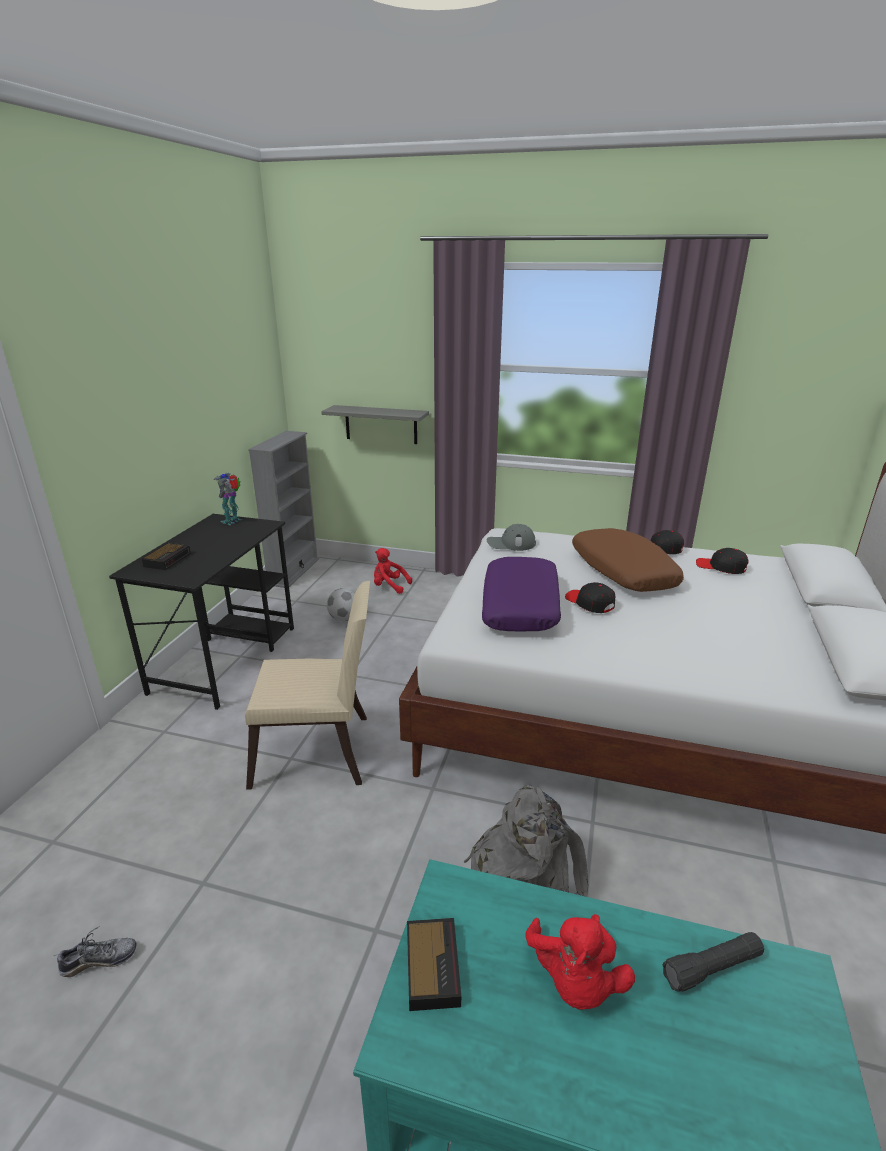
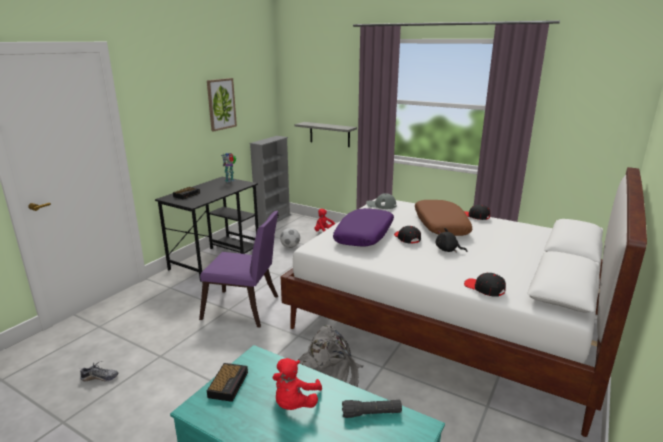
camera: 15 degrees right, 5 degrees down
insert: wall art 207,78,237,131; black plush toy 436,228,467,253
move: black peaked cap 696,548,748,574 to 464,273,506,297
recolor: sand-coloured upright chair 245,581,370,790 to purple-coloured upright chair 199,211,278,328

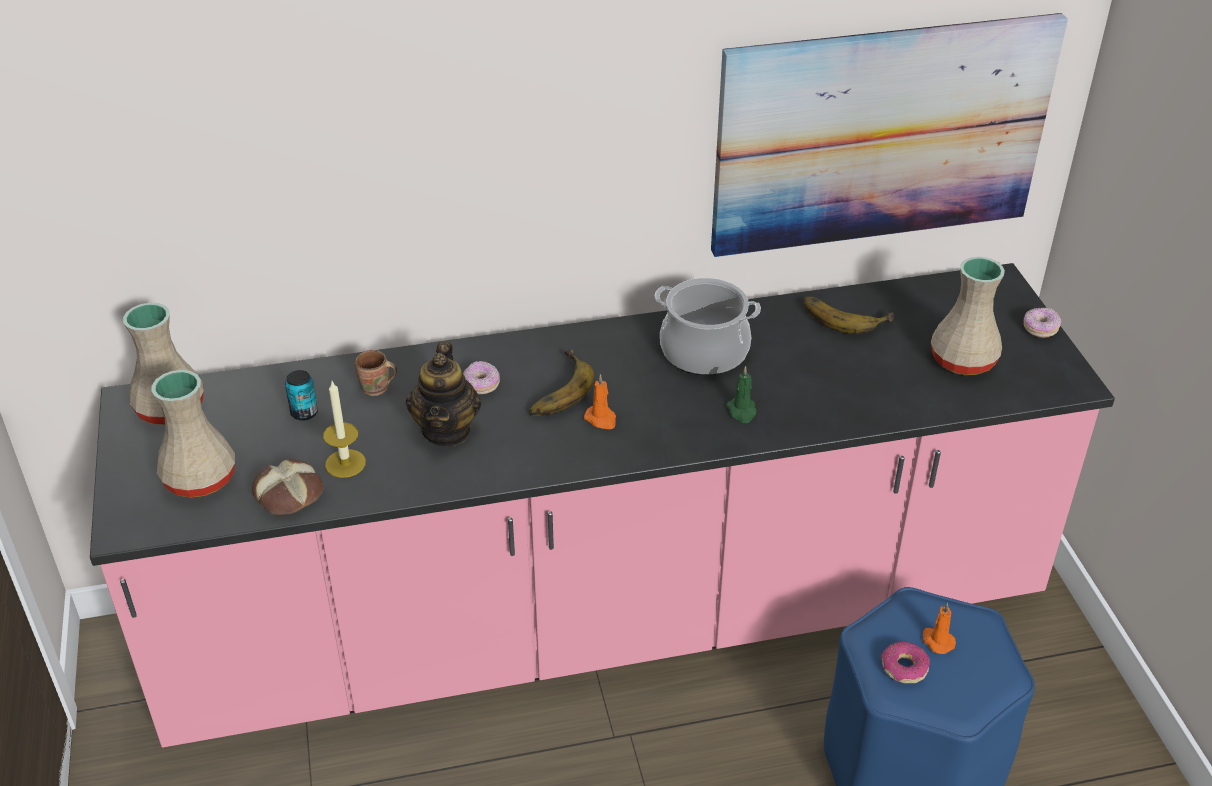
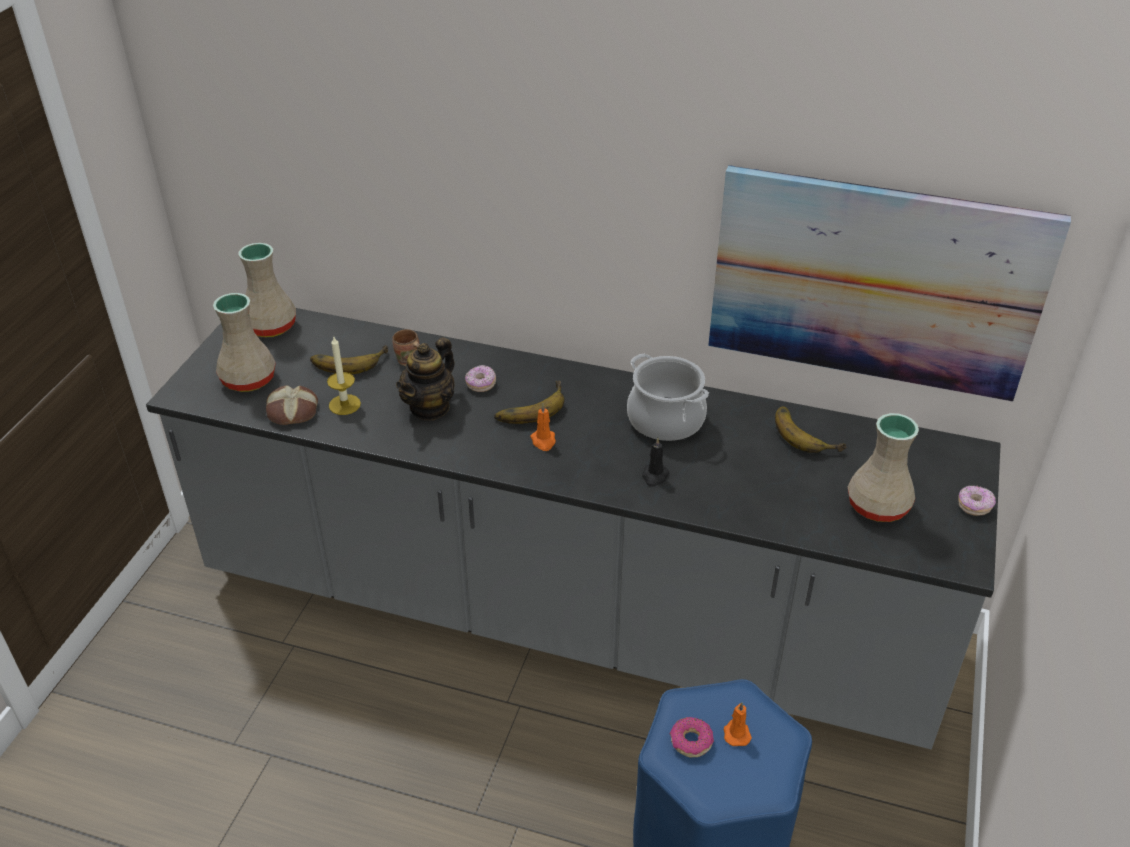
camera: 30 degrees right, 0 degrees up
replace: can 285,370,318,421 to banana 310,345,388,374
recolor: pink counter 90,263,1115,747 to greyish counter 146,308,1001,749; green-coloured wax candle 726,366,757,423 to black wax candle 642,438,669,486

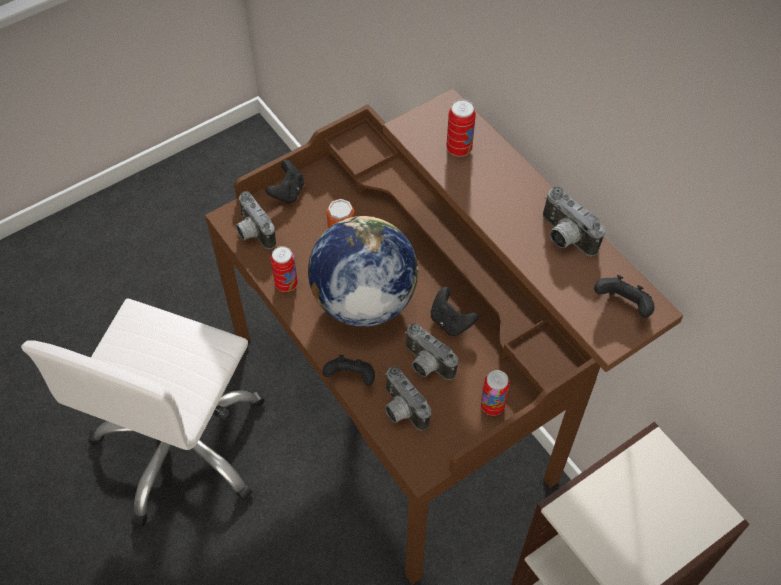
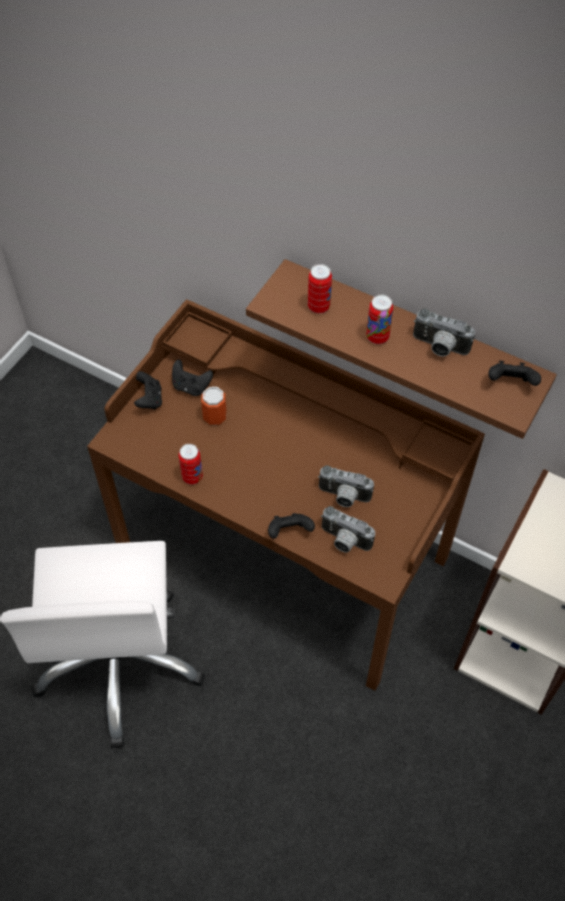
camera: 25 degrees left, 0 degrees up
delete: still camera 236,191,276,249; desk globe 308,216,418,327
move: black joypad 431,287,479,336 to 172,359,213,396; can 481,370,510,416 to 366,295,393,344

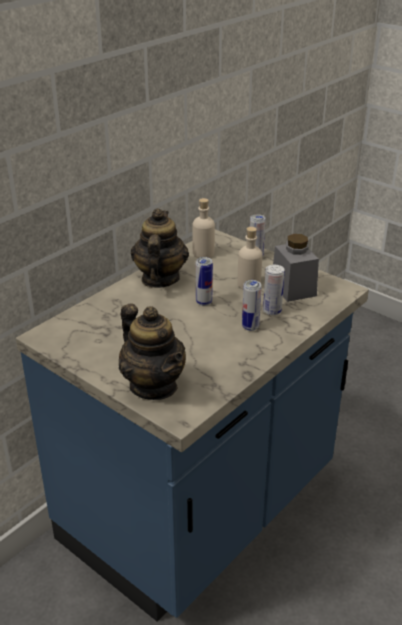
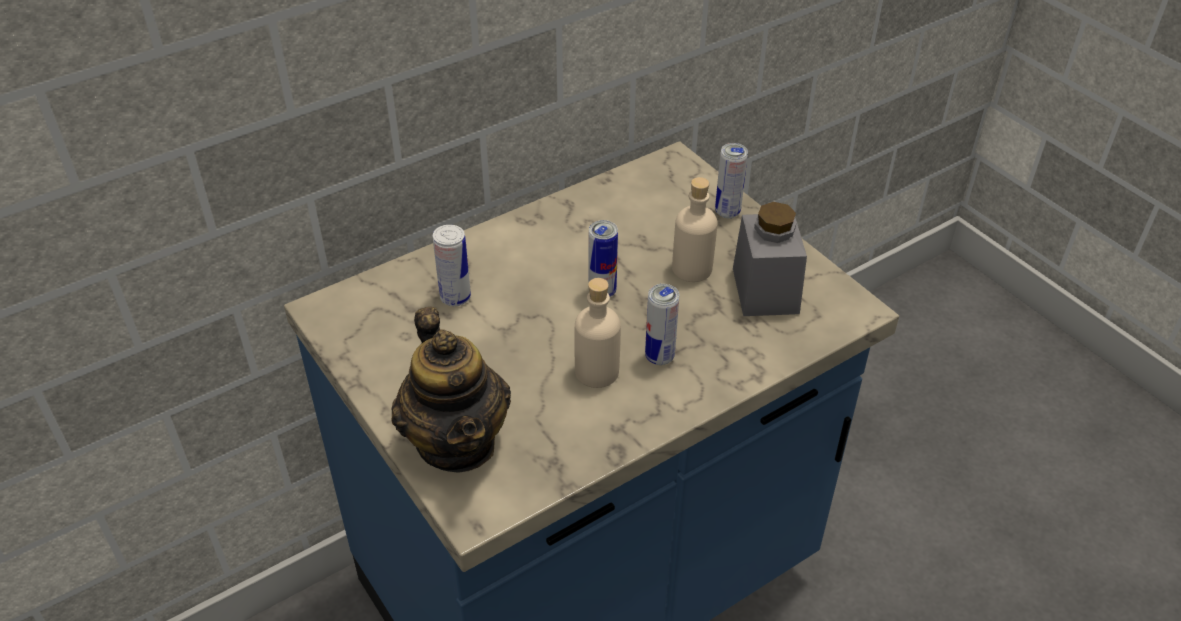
camera: 15 degrees right, 10 degrees up
delete: tea pot 131,208,189,288
move: sand-coloured bottle 192,198,215,258 to 575,278,621,388; can 263,265,285,315 to 433,225,471,306

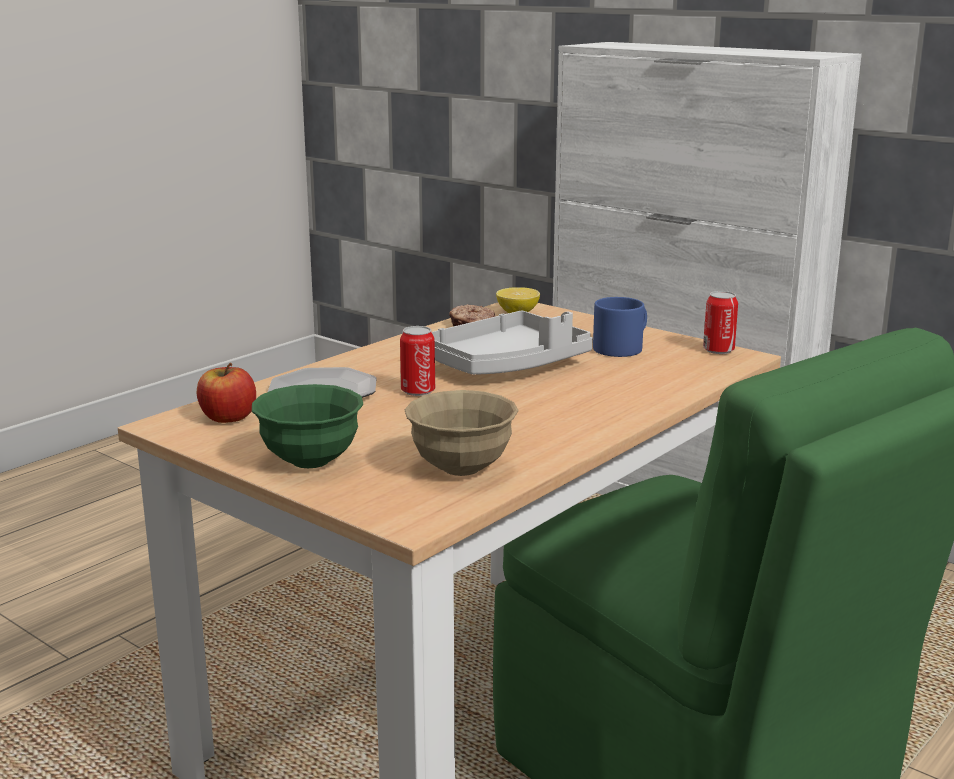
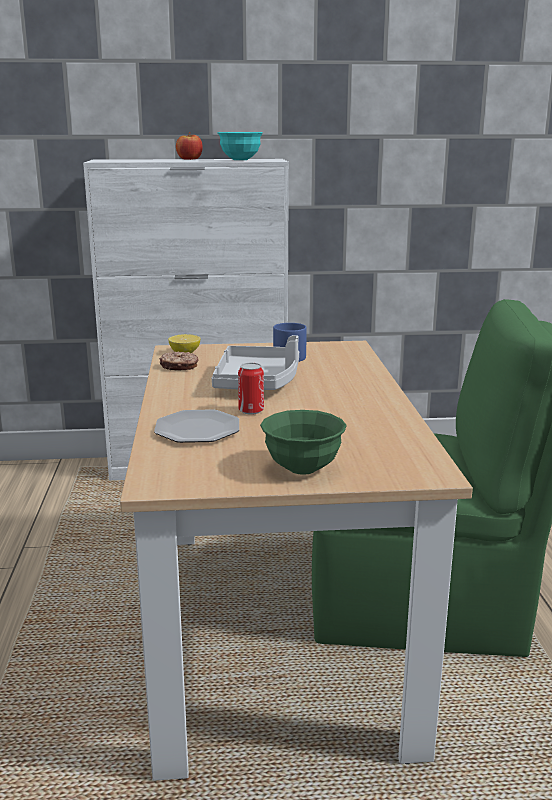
camera: 45 degrees left, 0 degrees up
delete: sand-coloured serving bowl 405,390,518,476; can 703,291,738,354
insert: blue-green serving bowl 217,132,263,160
move: apple 197,363,256,423 to 176,132,203,160

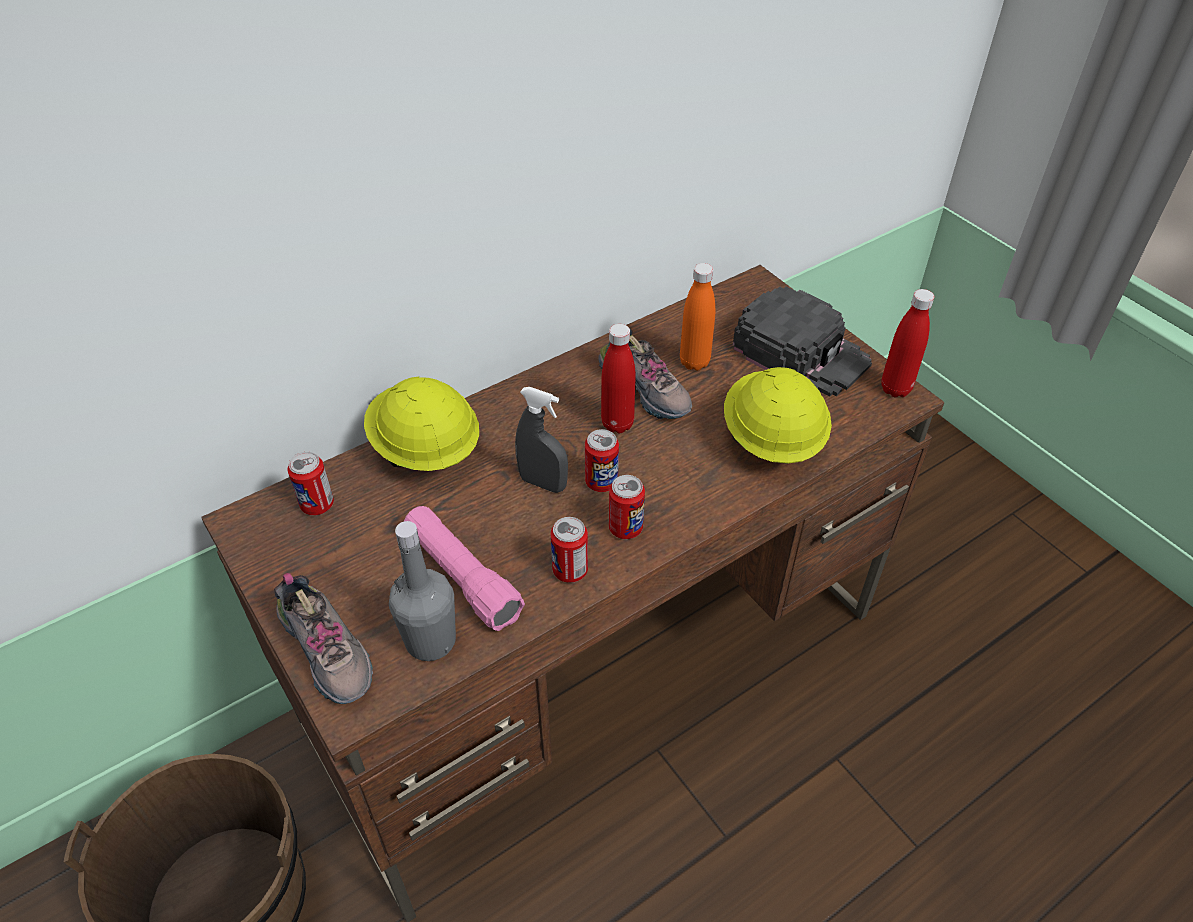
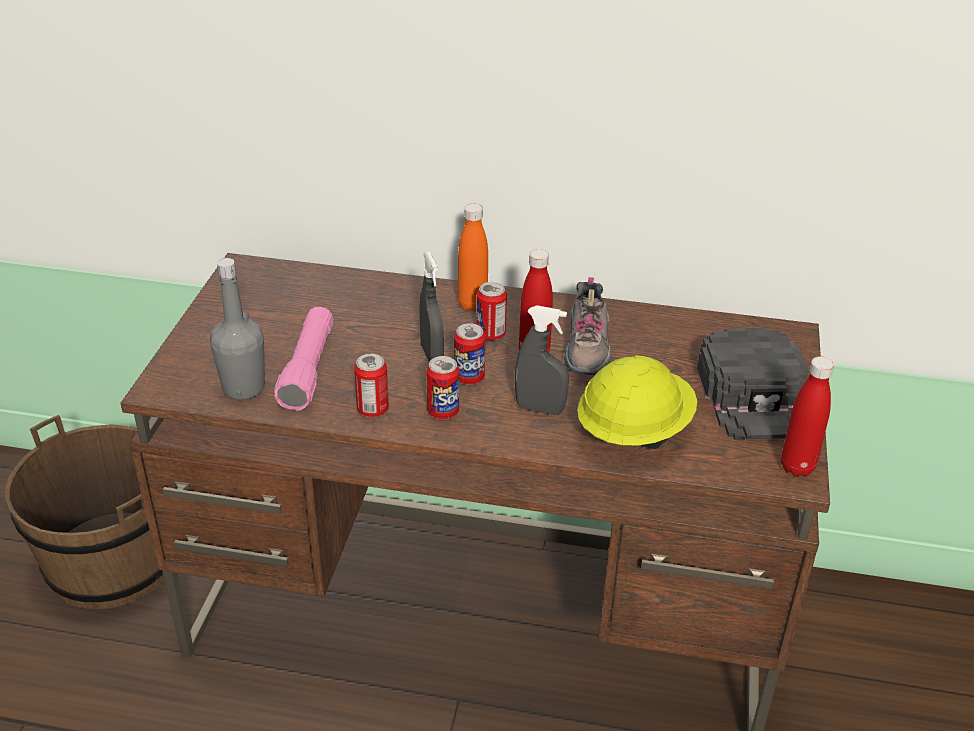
camera: 45 degrees right, 10 degrees down
delete: low shoe 274,573,373,704; yellow safety helmet 364,376,479,471
insert: greyish hand sprayer 515,305,569,415
move: can 288,452,334,515 to 476,282,507,340; orangey bottle 680,263,715,371 to 458,204,488,311

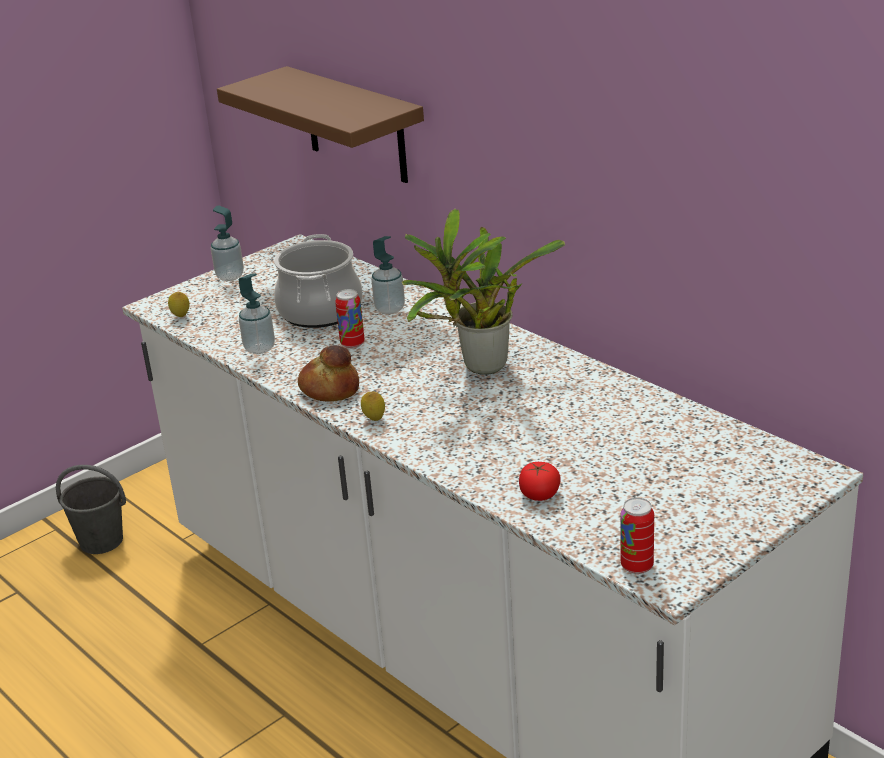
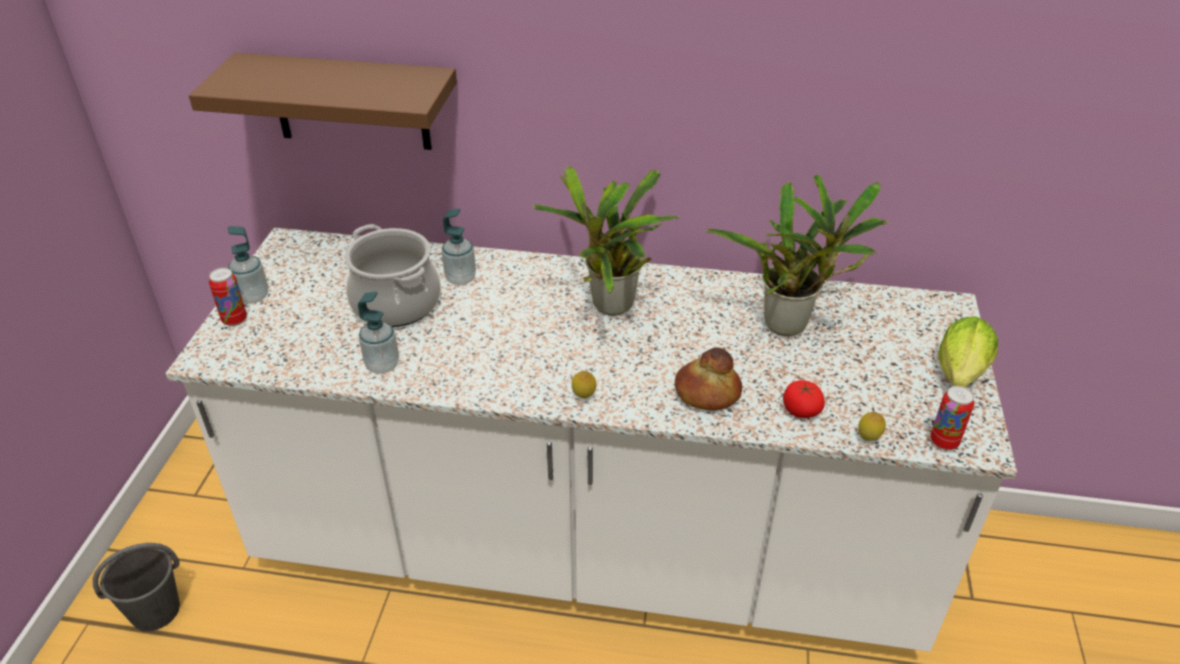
camera: 40 degrees left, 10 degrees up
insert: potted plant 705,174,888,336; lettuce 938,316,998,388
move: lemon 168,292,190,317 to 858,412,886,441; baked bread 298,345,359,402 to 675,347,742,411; can 335,289,365,349 to 209,268,247,326

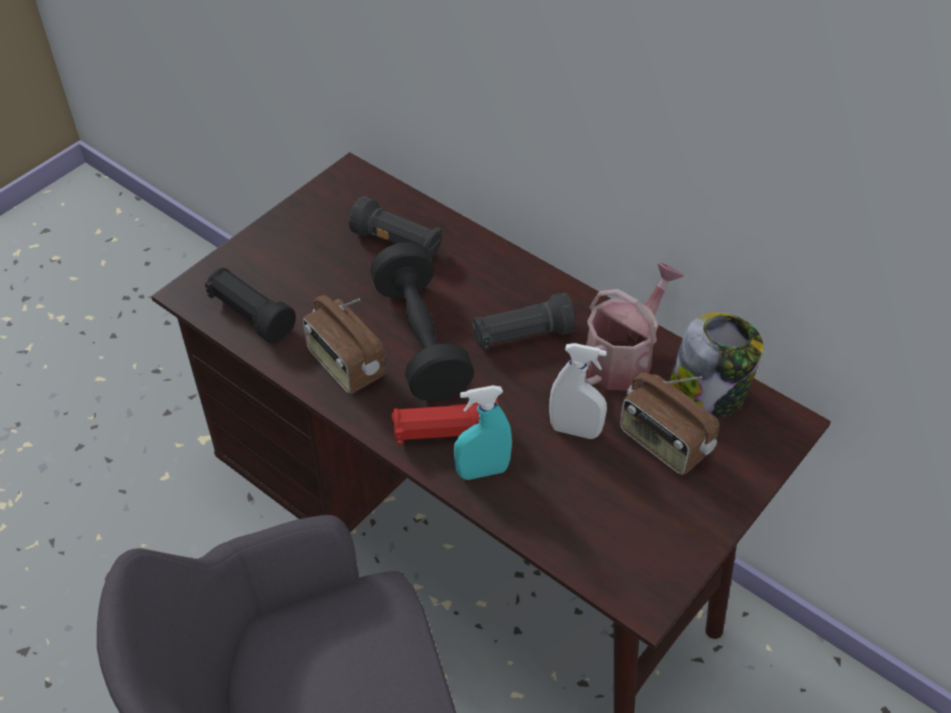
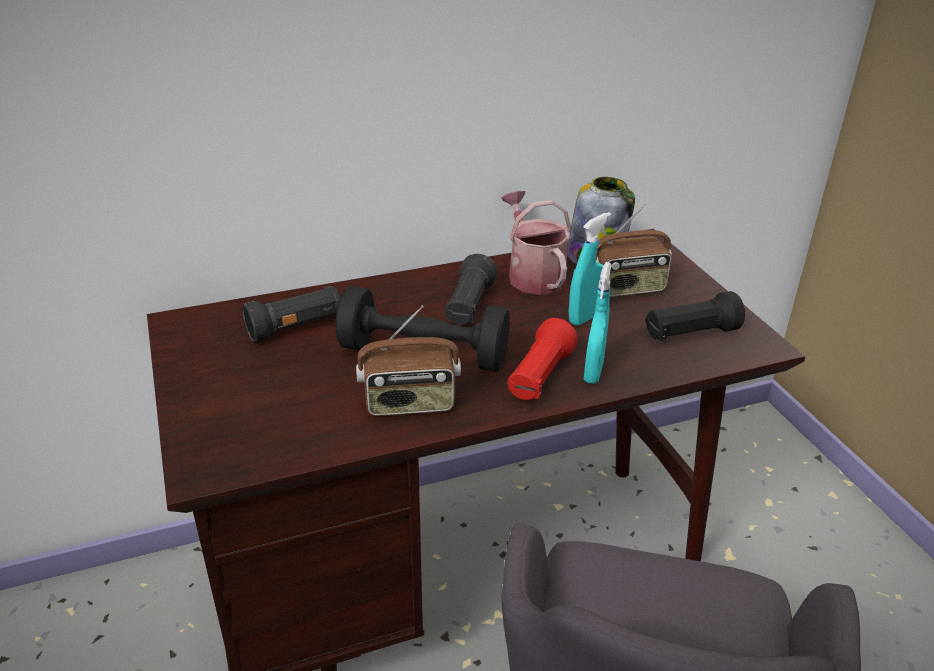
camera: 60 degrees left, 15 degrees down
move: black flashlight 205,268,296,343 to 645,291,745,341
recolor: white hand sprayer 549,343,607,439 to blue-green hand sprayer 569,212,611,325

